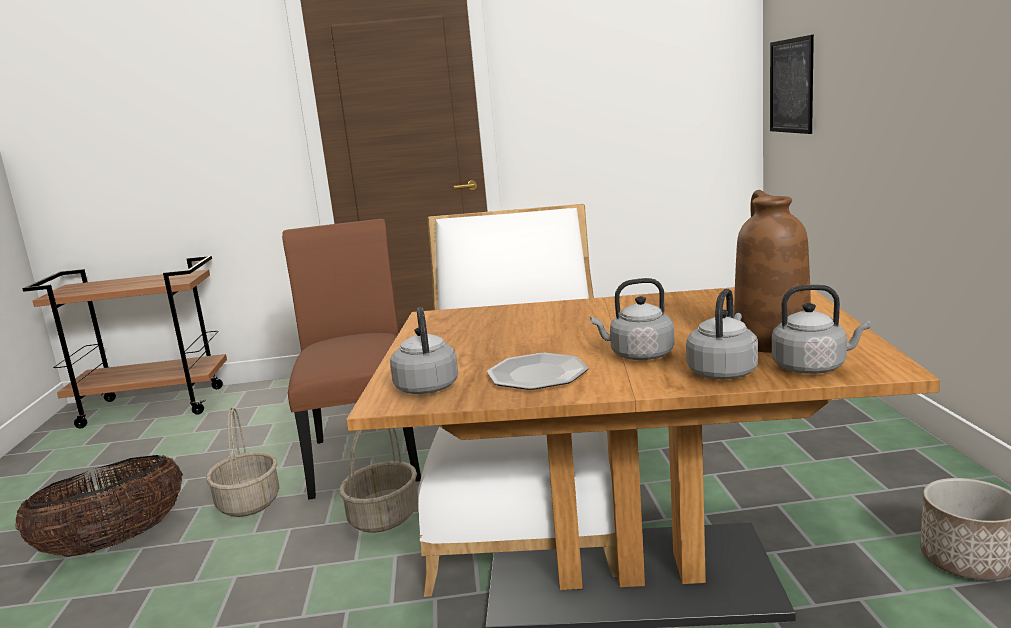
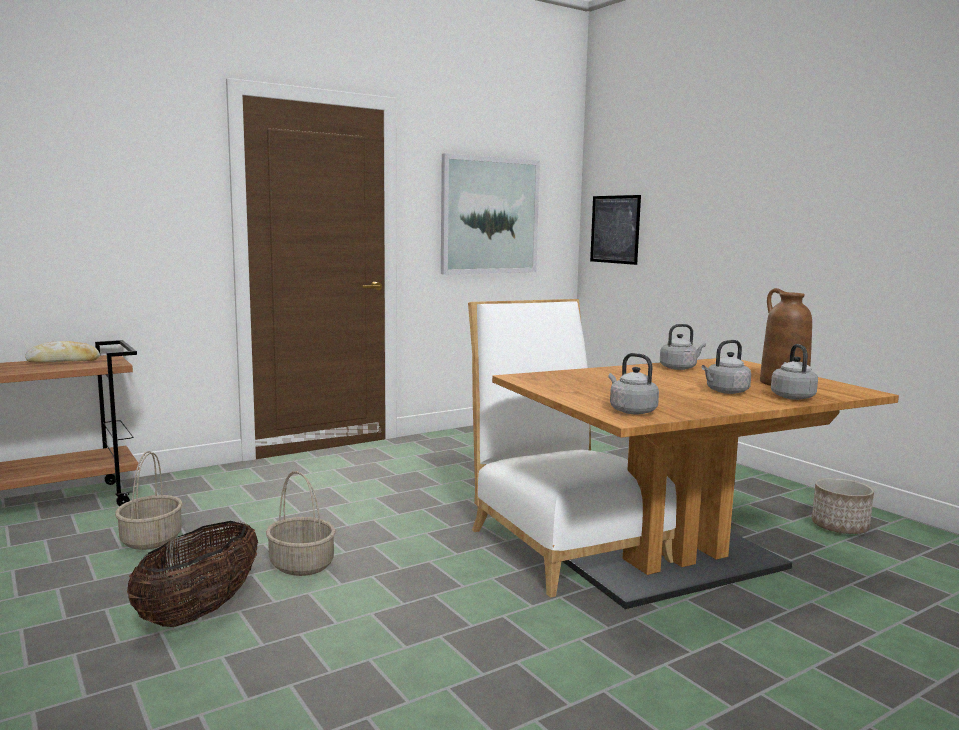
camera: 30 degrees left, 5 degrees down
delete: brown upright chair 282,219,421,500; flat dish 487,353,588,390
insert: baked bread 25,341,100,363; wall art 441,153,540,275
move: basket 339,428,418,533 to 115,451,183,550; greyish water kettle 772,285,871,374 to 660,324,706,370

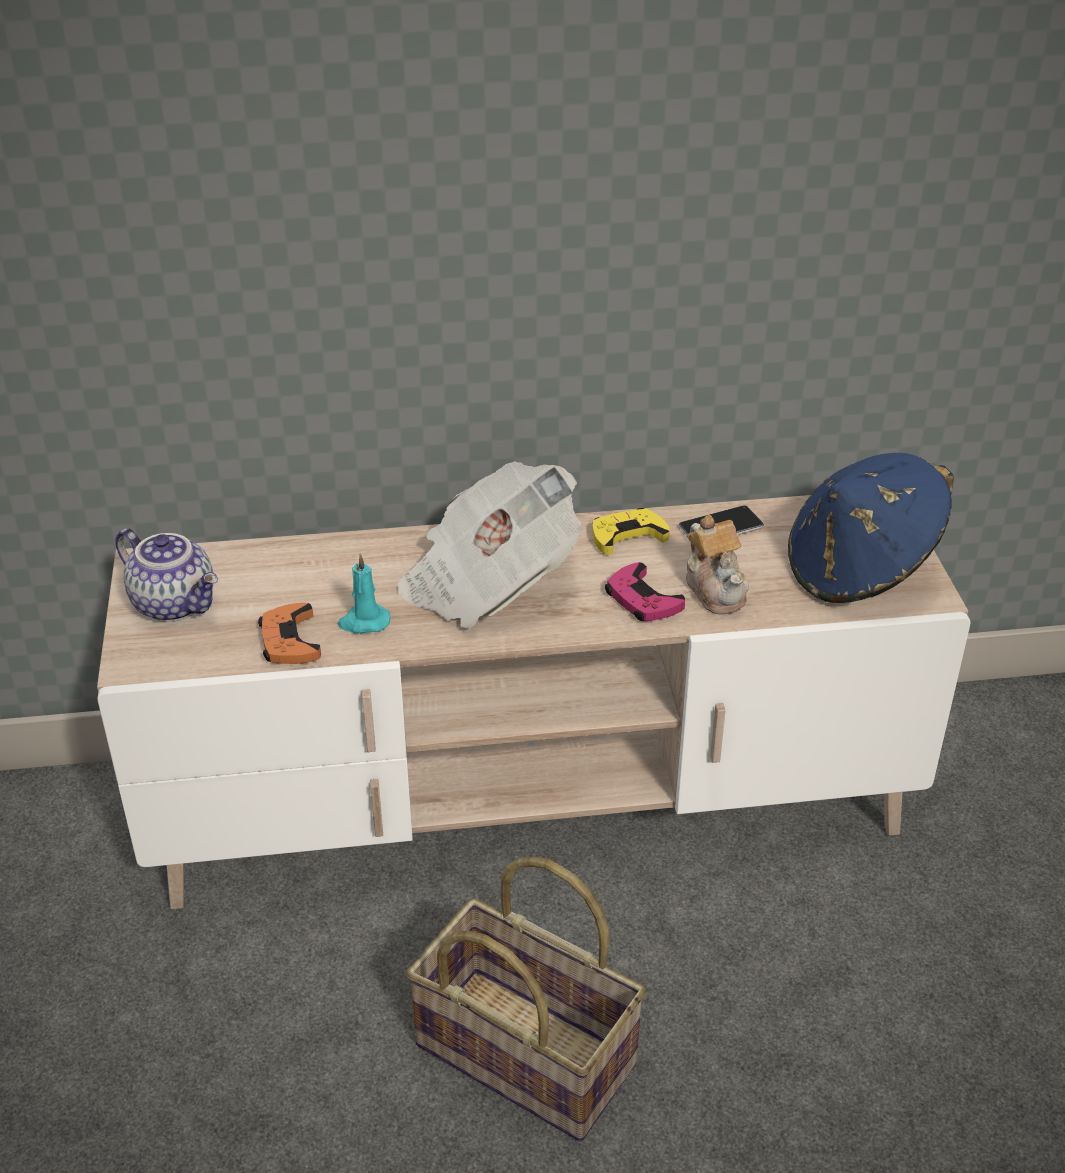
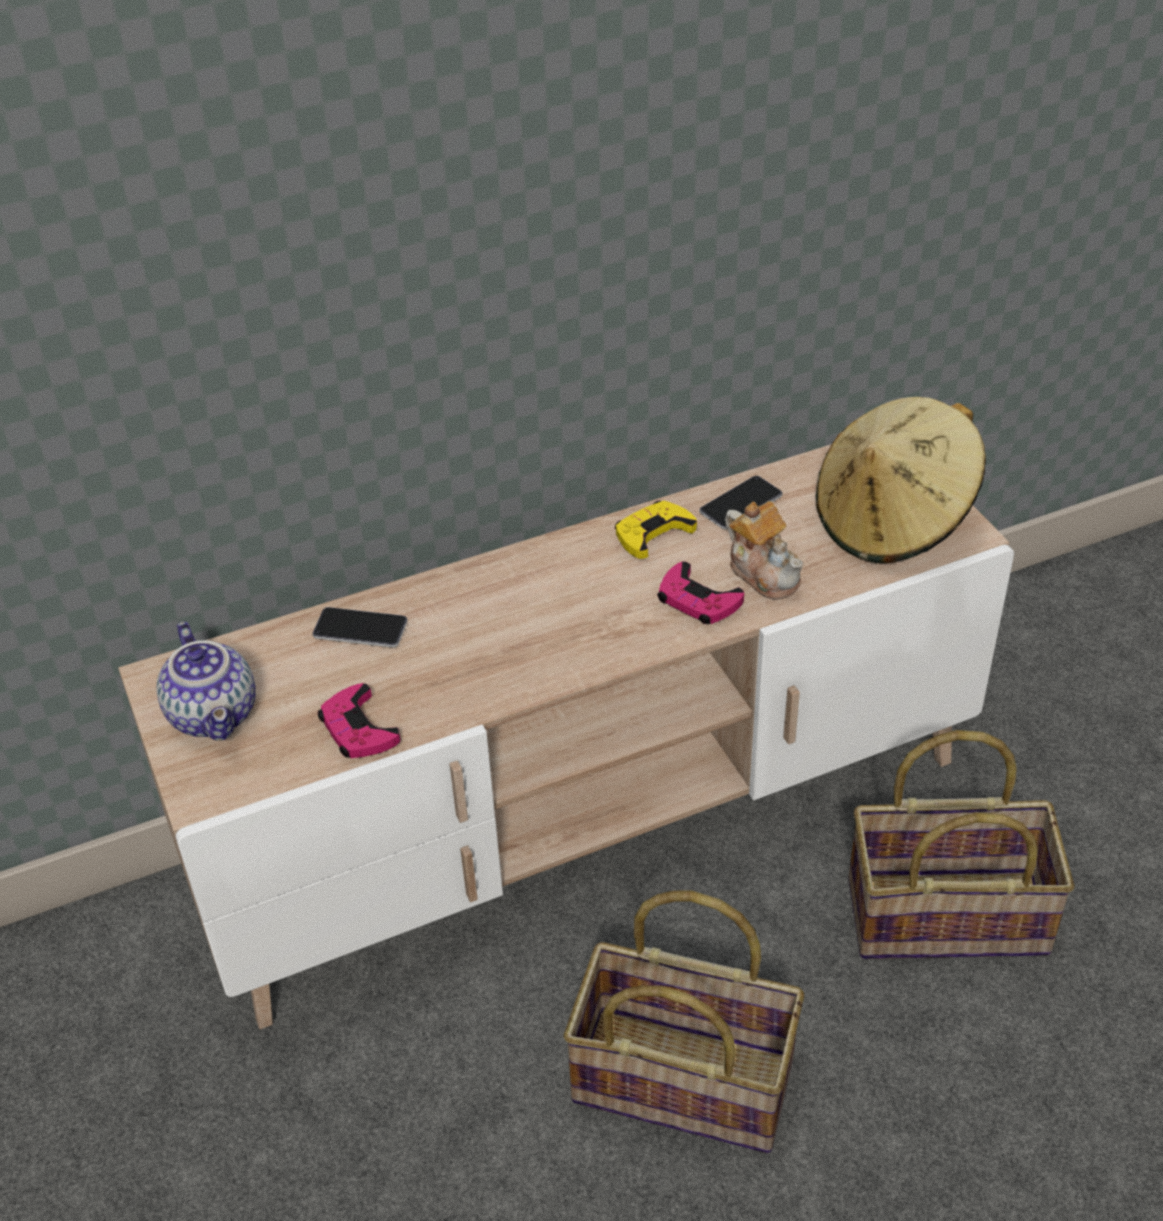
camera: 15 degrees left, 5 degrees up
delete: blue-green wax candle 338,554,390,634; newspaper 397,461,581,629
insert: telephone 313,607,408,648; basket 848,730,1074,959
recolor: orangey joypad 258,603,321,664 to pink joypad 318,683,401,758; blue-coloured wearable hat 788,453,954,603 to sand-coloured wearable hat 816,397,986,564
rotate: tea pot 115,528,218,622 = 156,621,256,741 45 degrees clockwise

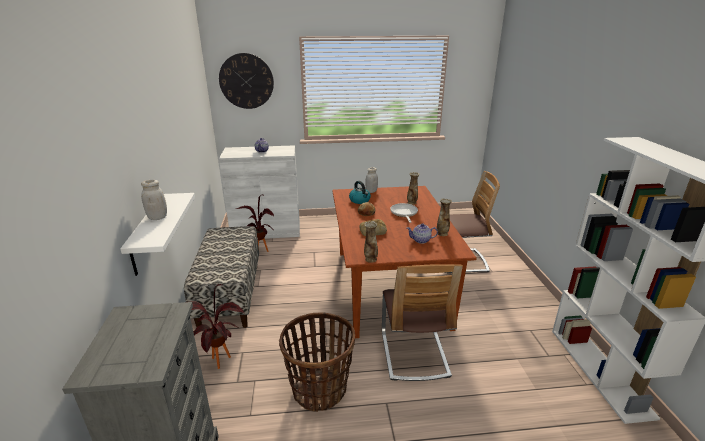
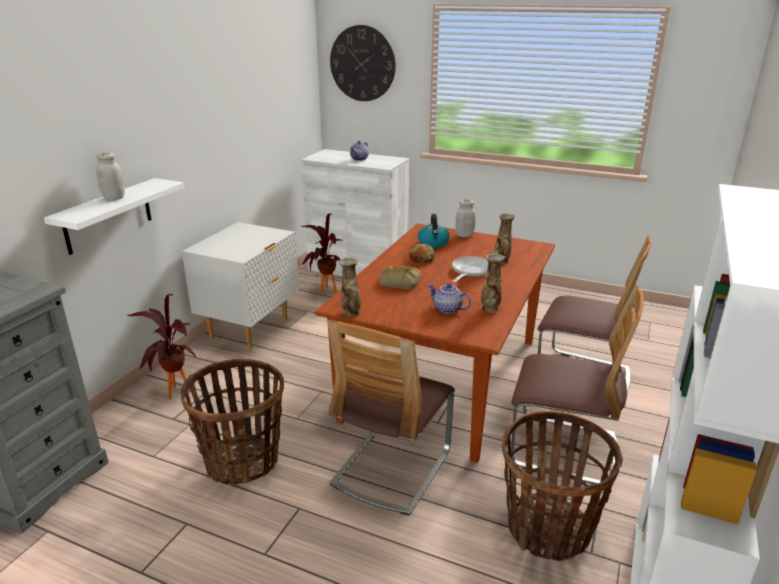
camera: 30 degrees right, 0 degrees up
insert: basket 502,411,623,561; upright chair 511,284,644,484
replace: indoor bench 184,226,259,328 to white nightstand 182,222,299,349

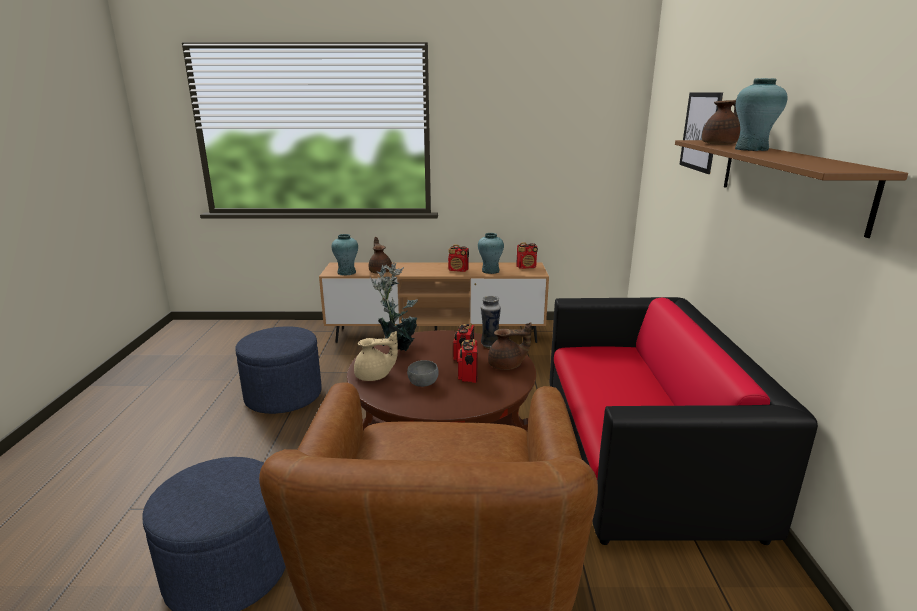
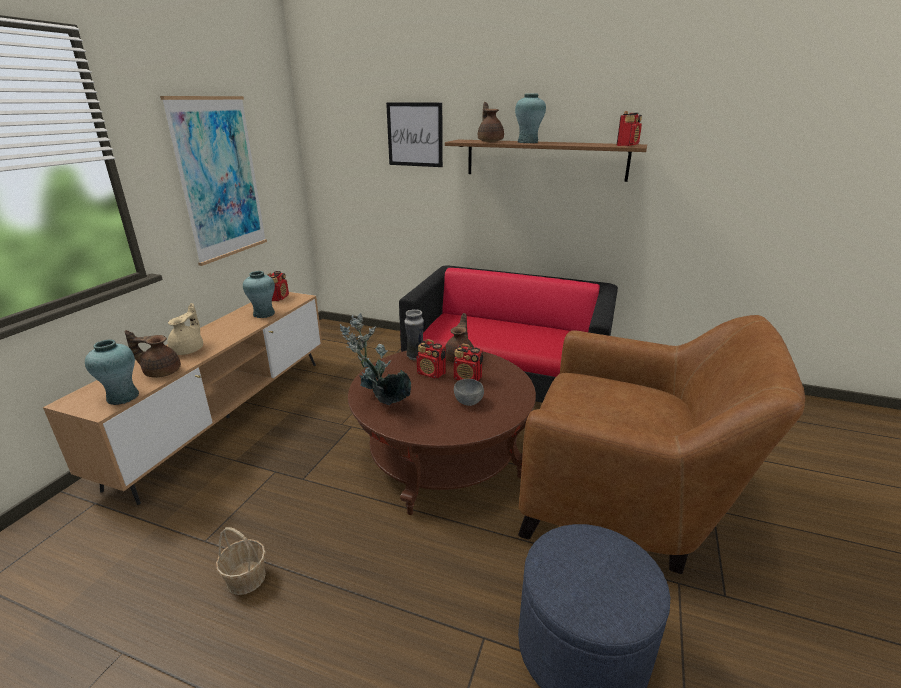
camera: 70 degrees left, 5 degrees up
insert: wall art 160,96,267,266
move: sand-coloured tea pot 354,331,398,381 to 168,303,203,355; radio receiver 448,244,469,272 to 617,111,642,146
replace: blue-coloured ottoman 236,326,322,414 to basket 216,527,266,595

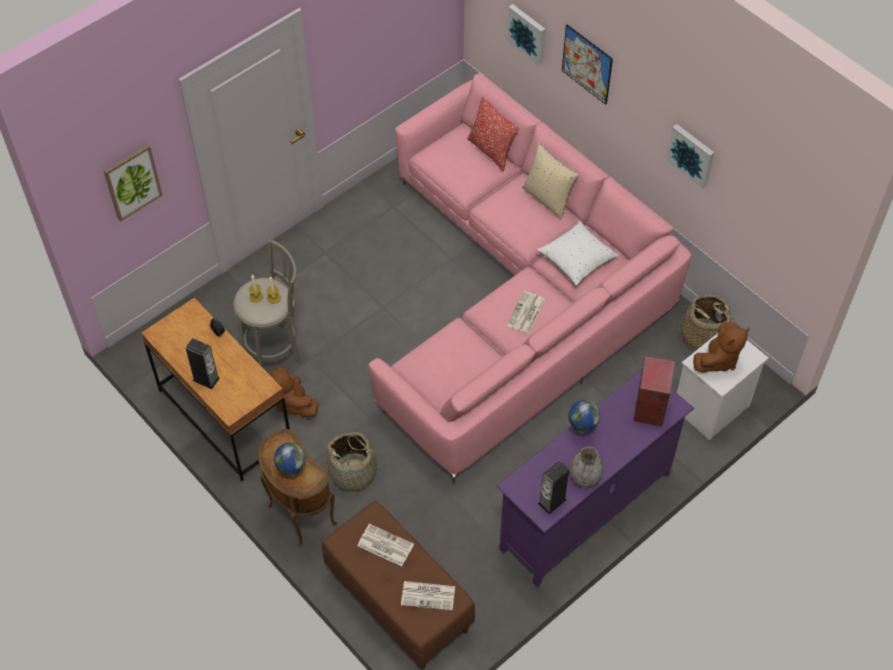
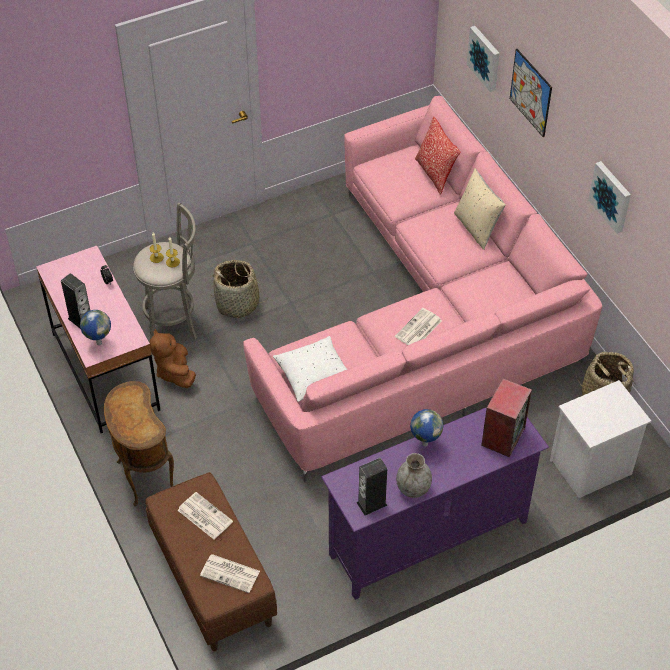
camera: 15 degrees right, 5 degrees down
delete: wall art 104,144,163,222; brown plush toy 693,321,749,373
move: desk globe 274,443,306,476 to 80,310,111,346; basket 324,432,388,492 to 211,260,267,318; white cushion 537,221,619,286 to 273,336,347,402
recolor: brown desk 141,298,290,481 to pink desk 36,246,160,433

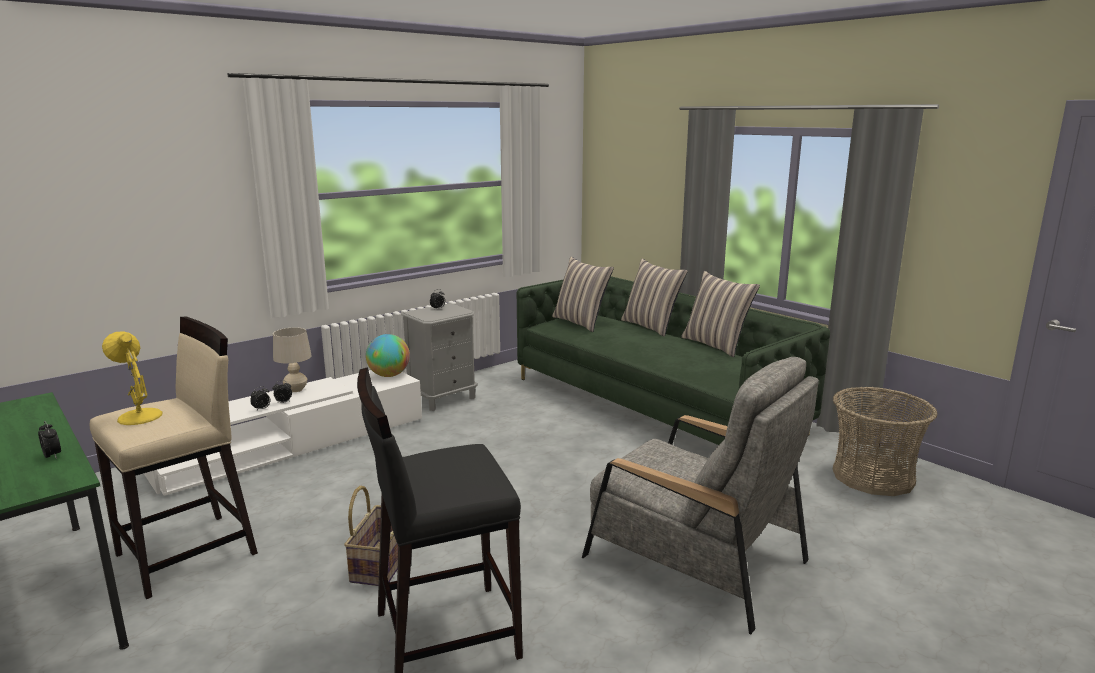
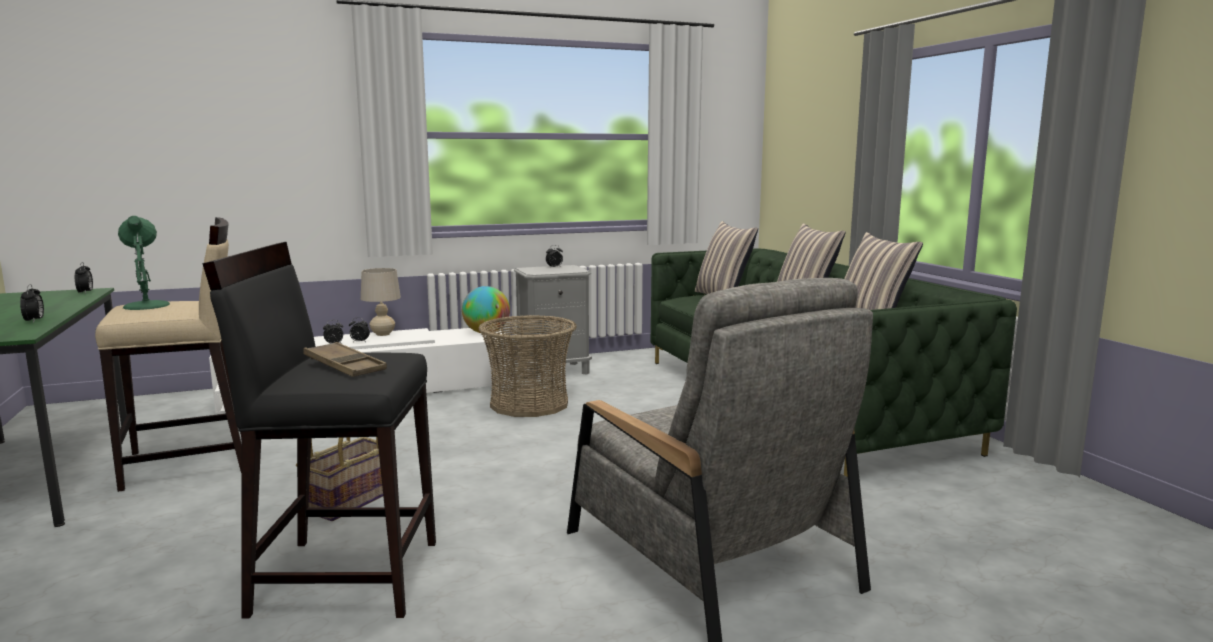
camera: 20 degrees right, 5 degrees down
insert: alarm clock 75,262,93,294; brown carrying tray 303,342,387,377
move: basket 833,387,938,496 to 478,315,577,417
recolor: yellow tabletop lamp 102,331,163,425 to green-coloured tabletop lamp 118,216,170,310

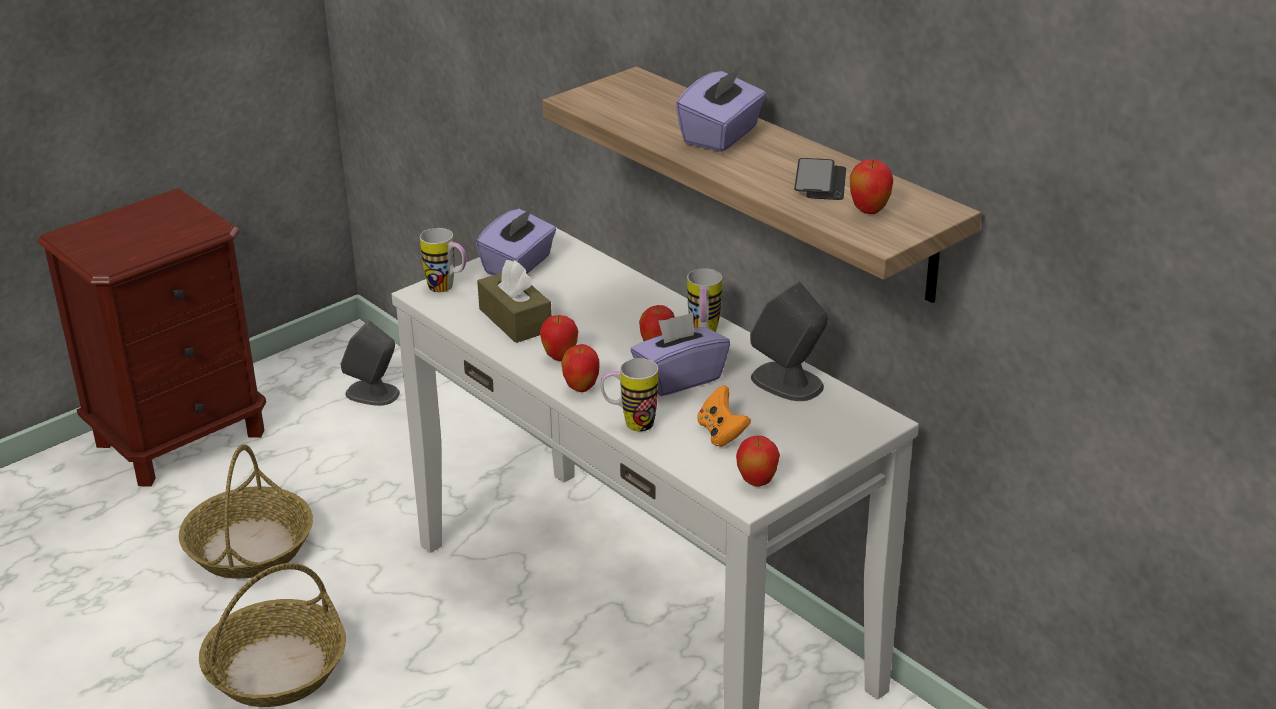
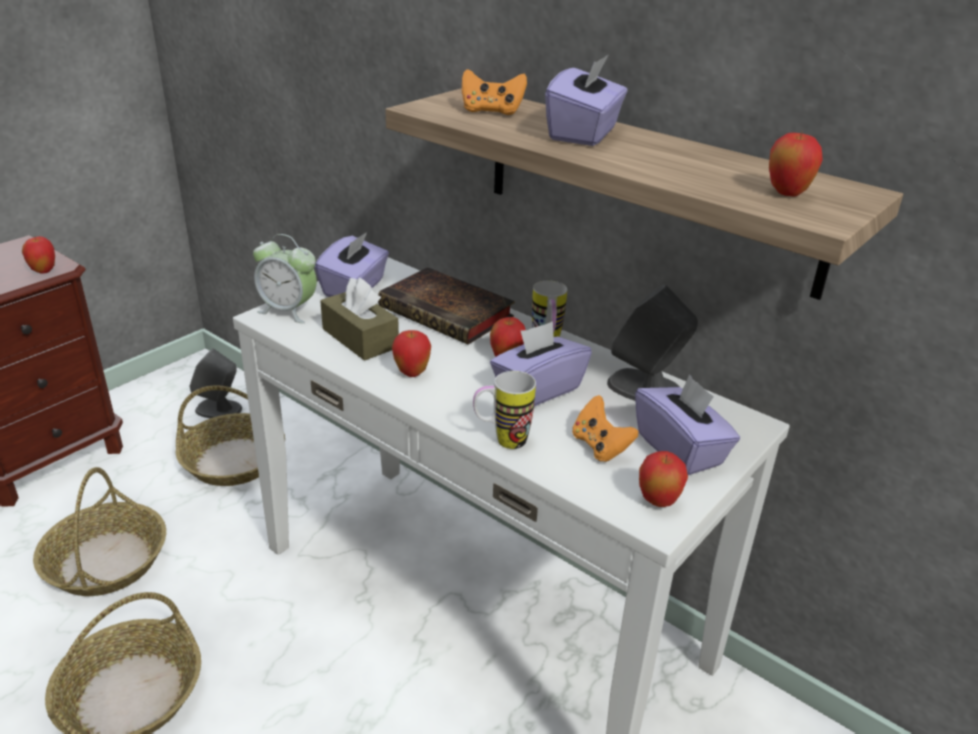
camera: 10 degrees left, 0 degrees up
delete: telephone 794,158,846,200
insert: basket 176,385,285,486; bound book 378,267,515,345; orangey joypad 462,69,527,115; purple-coloured tissue box 635,374,740,475
move: apple 562,344,600,392 to 22,236,55,274
replace: coffee mug 420,228,466,292 to alarm clock 253,234,317,323

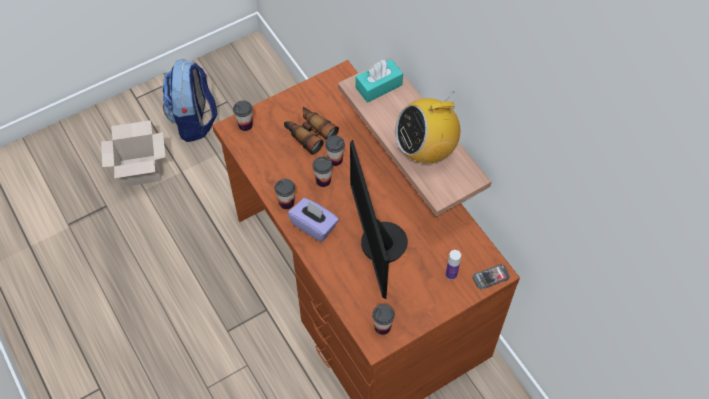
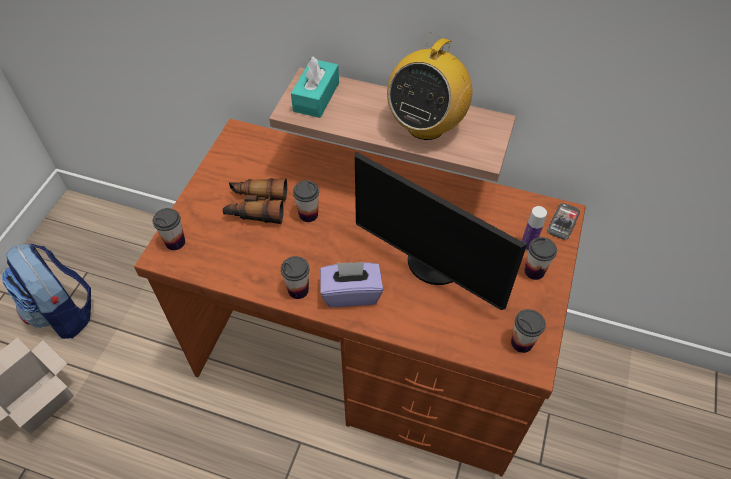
camera: 40 degrees left, 5 degrees down
move: drinking cup 313,157,333,187 to 524,237,557,280

